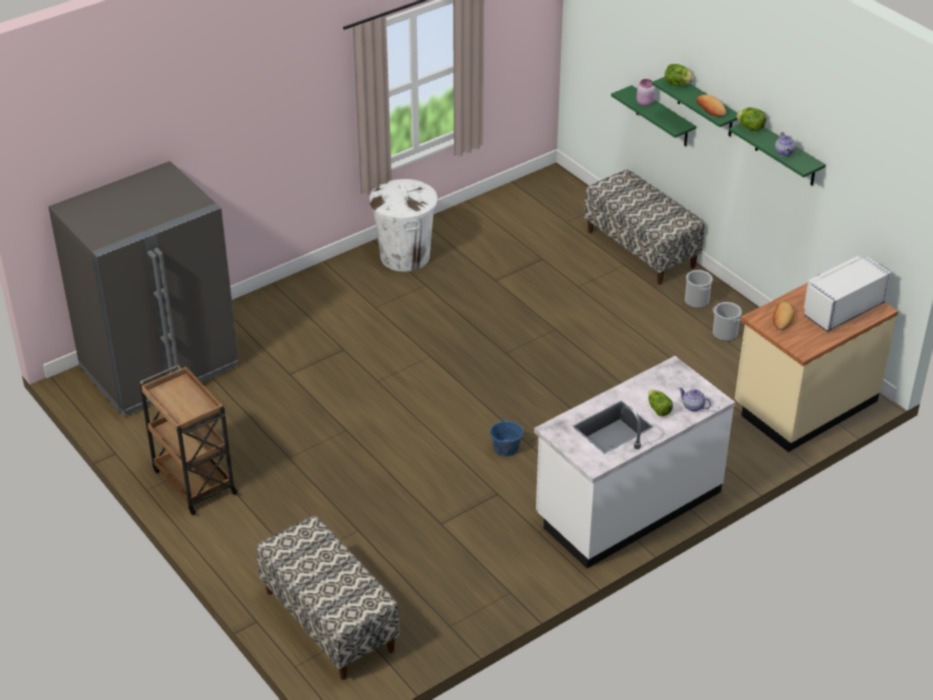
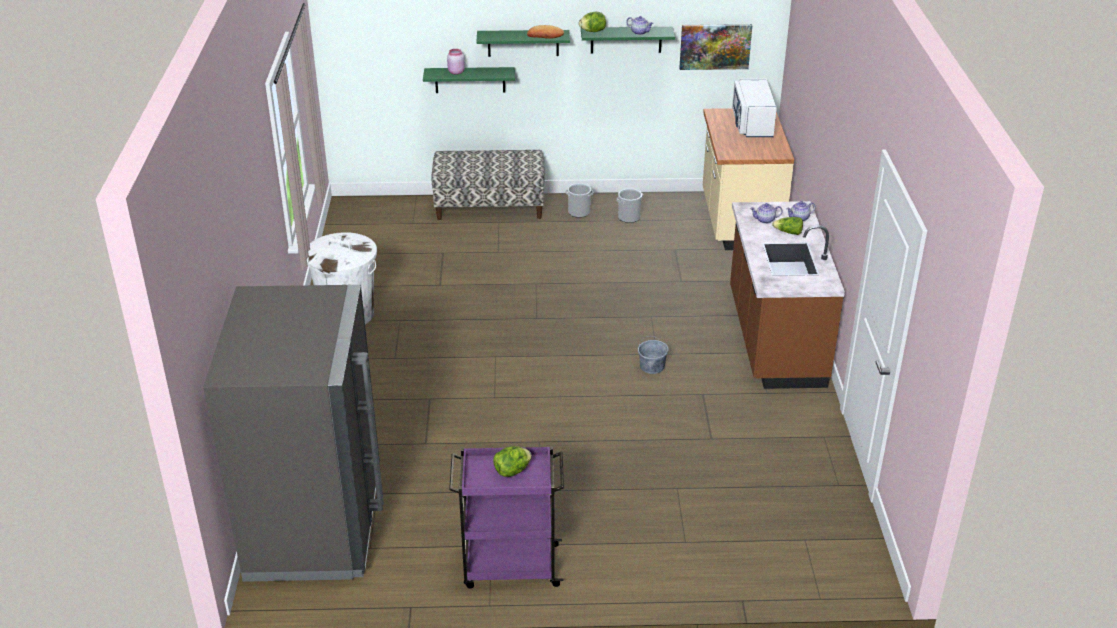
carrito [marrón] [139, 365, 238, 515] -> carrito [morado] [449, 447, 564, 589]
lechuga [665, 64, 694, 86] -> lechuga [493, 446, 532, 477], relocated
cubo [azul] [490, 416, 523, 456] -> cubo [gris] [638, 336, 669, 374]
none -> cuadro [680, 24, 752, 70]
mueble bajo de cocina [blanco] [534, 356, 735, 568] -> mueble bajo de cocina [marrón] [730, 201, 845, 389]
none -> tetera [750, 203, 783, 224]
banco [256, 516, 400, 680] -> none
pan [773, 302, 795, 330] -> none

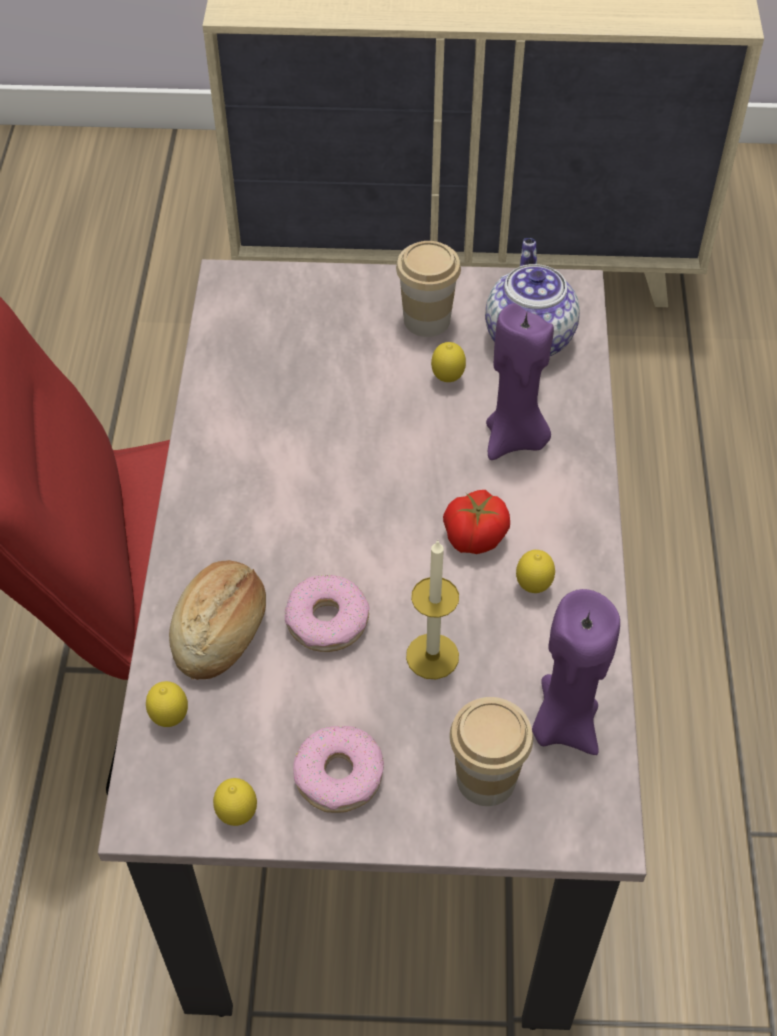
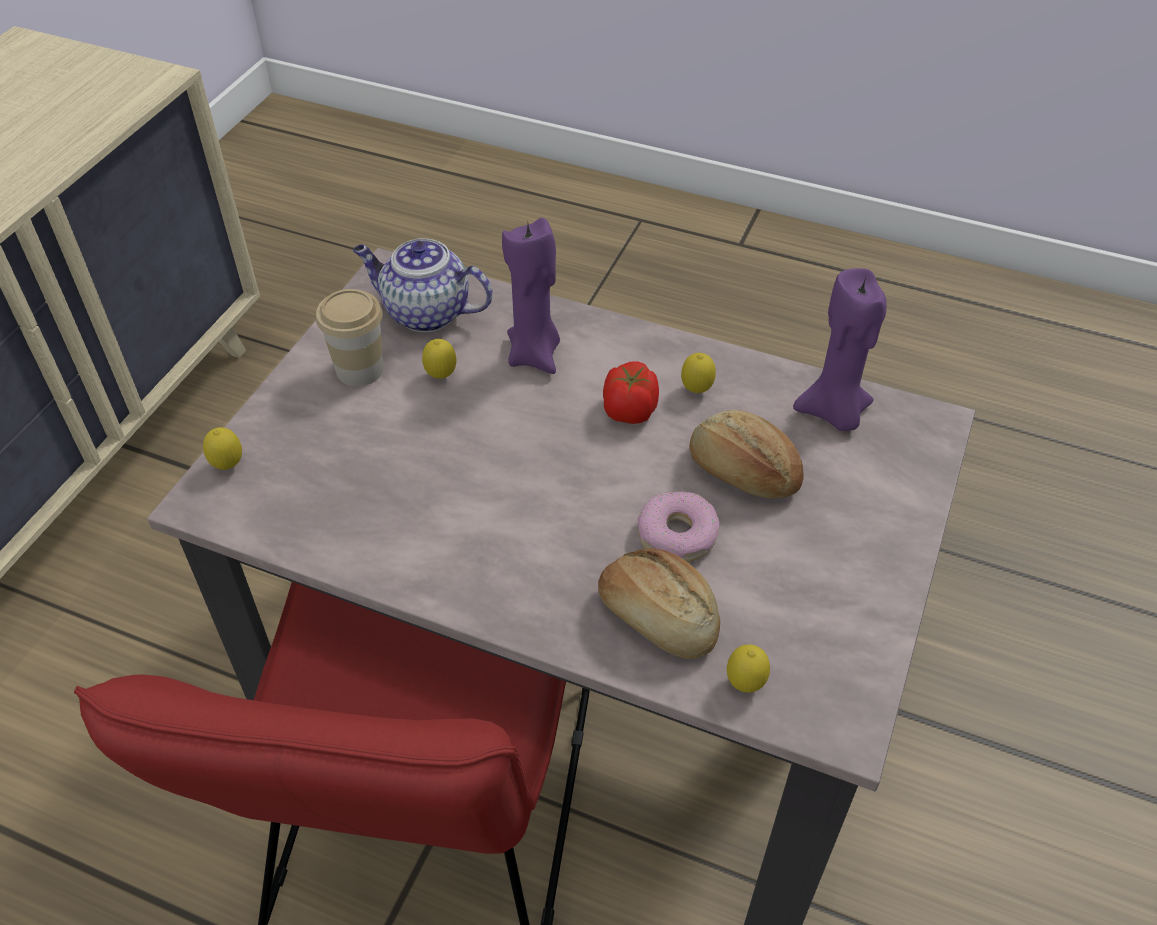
limón [213, 778, 257, 826] -> limón [203, 427, 242, 470], relocated
vela [406, 540, 459, 679] -> pan [689, 410, 804, 498]
rosquilla [293, 726, 384, 813] -> none
taza [450, 697, 533, 806] -> none

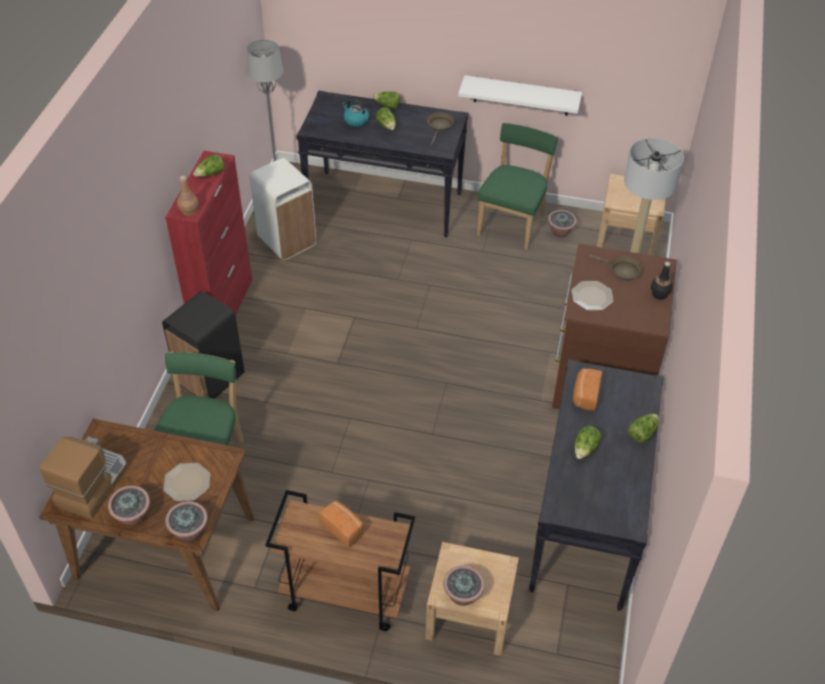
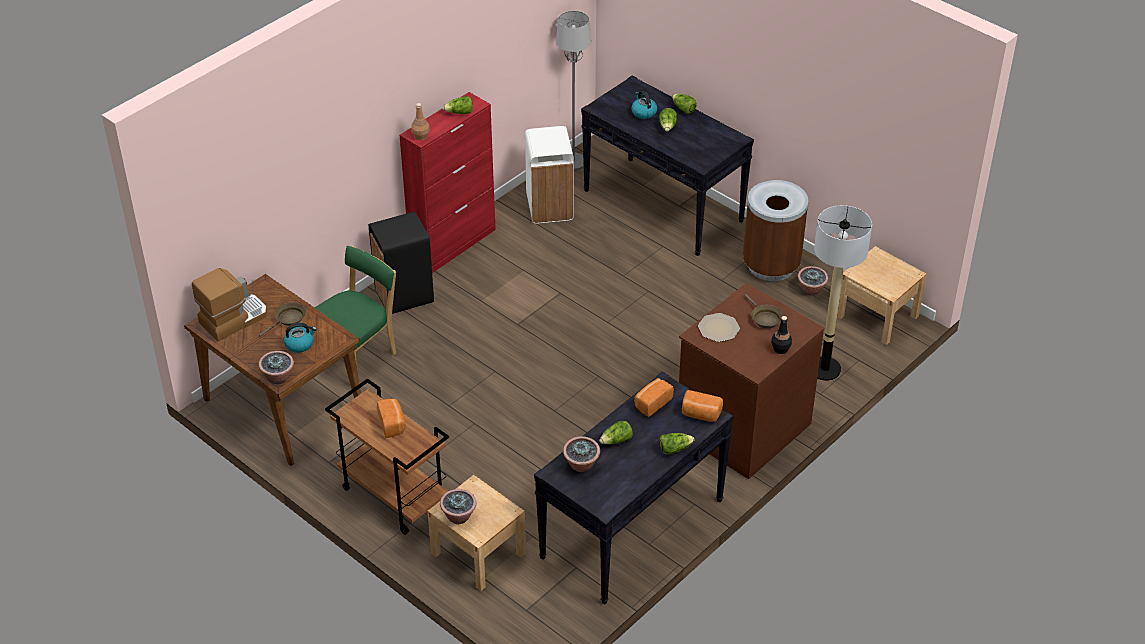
sartén [marrón] [427, 112, 454, 146] -> sartén [marrón] [259, 302, 306, 337], relocated
plato [163, 463, 210, 501] -> hervidor [284, 323, 317, 353]
planta en maceta [108, 485, 150, 525] -> planta en maceta [563, 436, 600, 473], relocated
none -> pan [682, 390, 723, 422]
silla [verde] [477, 123, 558, 250] -> papelera [marrón] [743, 180, 808, 281]
estante [blanco] [458, 75, 582, 116] -> none

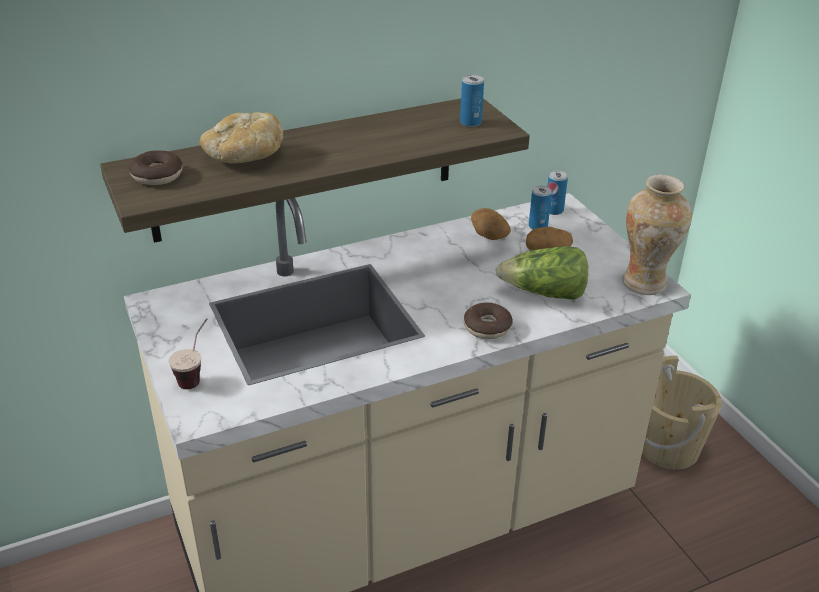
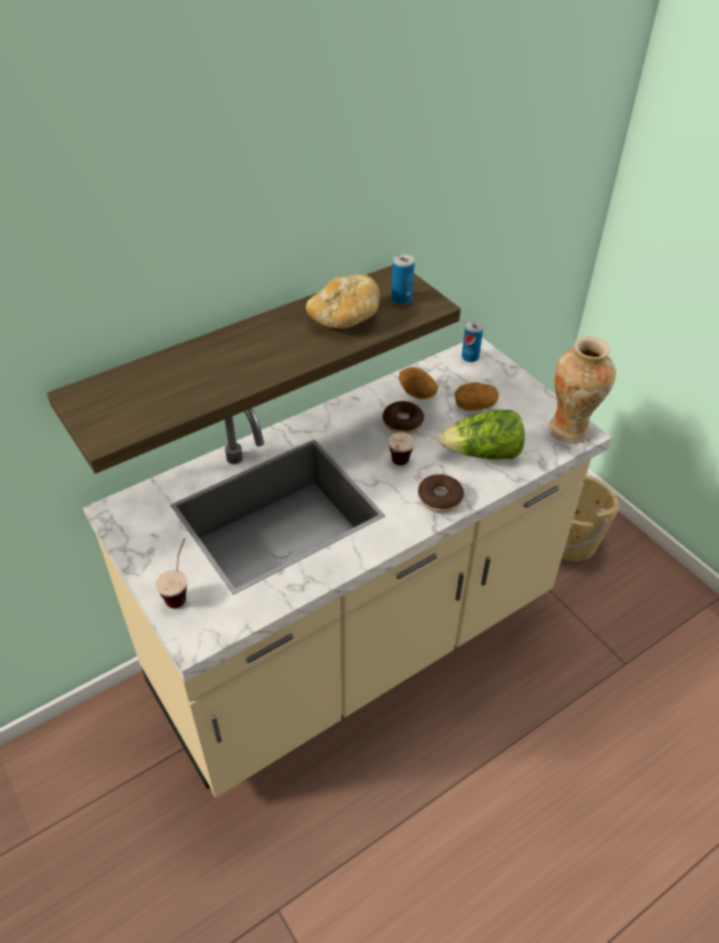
pan [200, 112, 283, 164] -> pan [306, 274, 380, 329], relocated
rosquilla [129, 151, 183, 185] -> rosquilla [382, 401, 424, 434], relocated
none -> taza [388, 432, 415, 465]
lata [529, 185, 552, 229] -> none

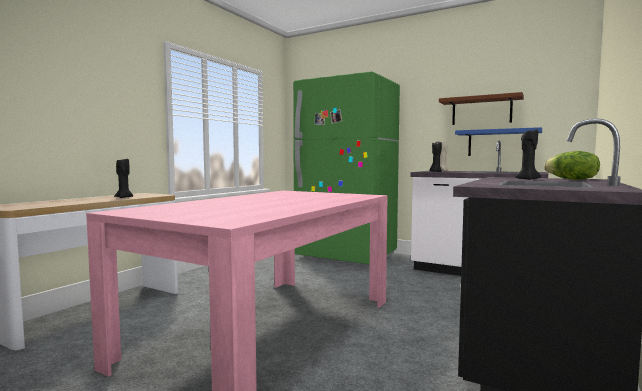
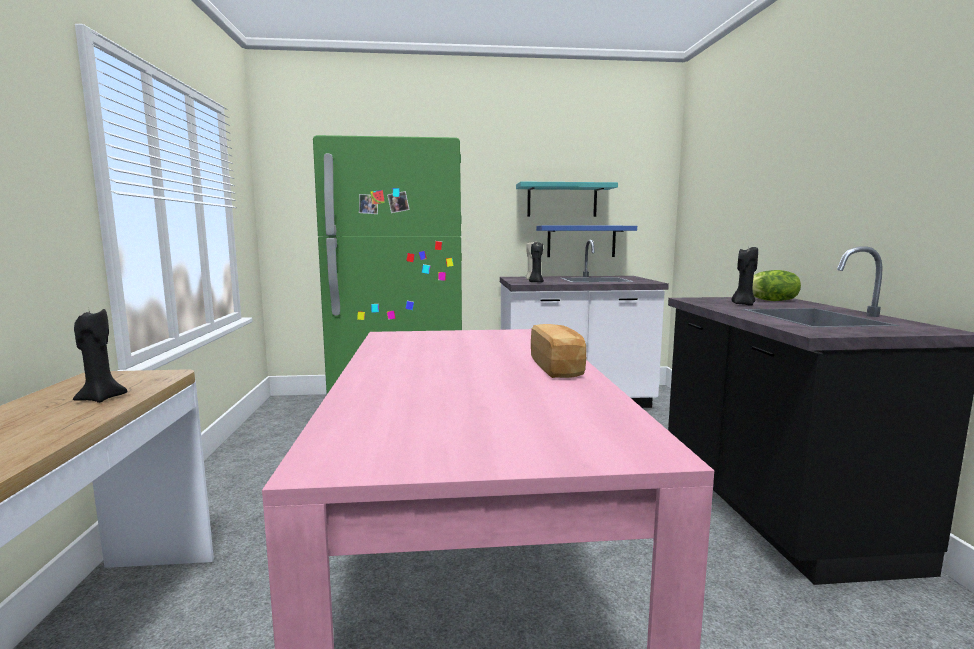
estante [marrón] [439, 92, 524, 125] -> estante [turquesa] [516, 181, 618, 217]
none -> pan [531, 324, 586, 378]

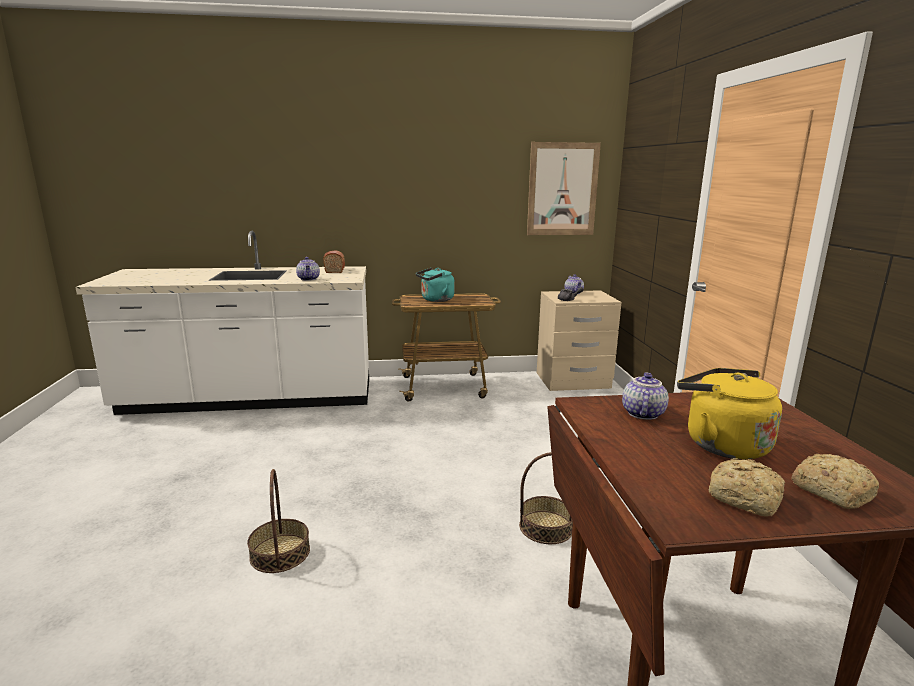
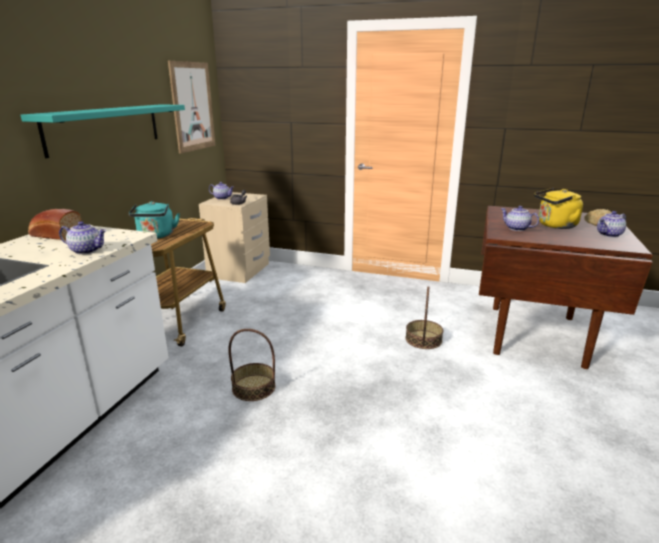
none -> estante [turquesa] [21, 104, 185, 158]
cesta [247, 469, 310, 573] -> cesta [228, 329, 276, 401], relocated
pan [709, 458, 785, 517] -> tetera [597, 211, 626, 238]

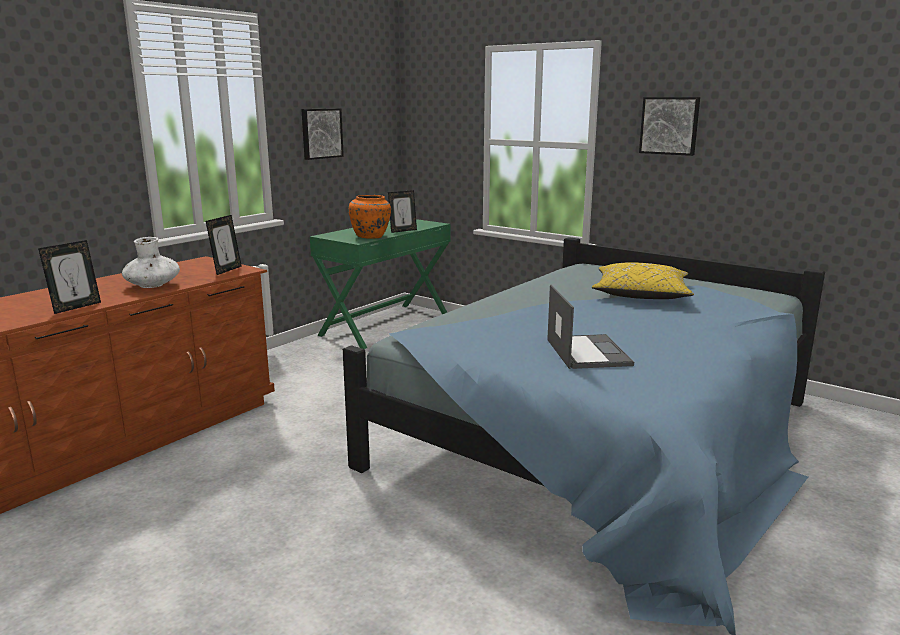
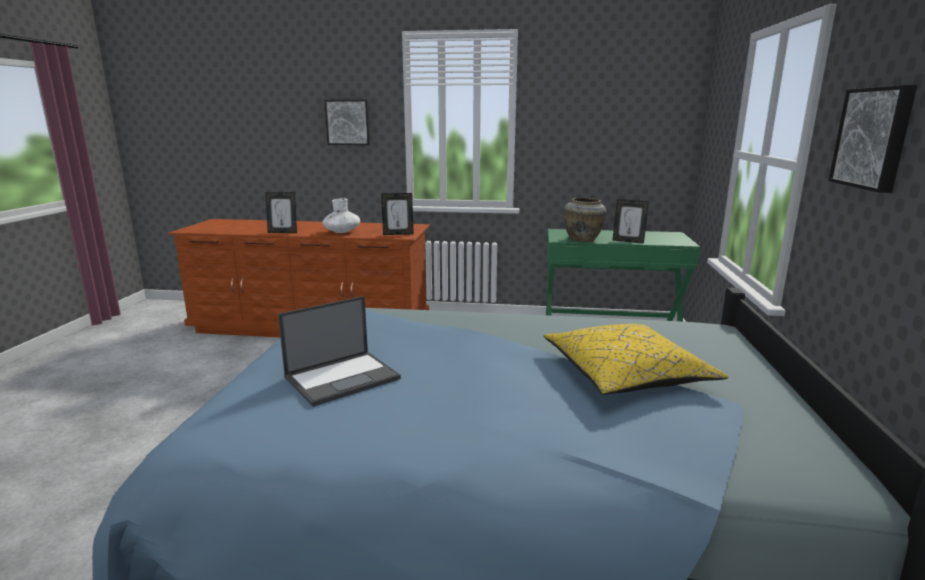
cuadro [301, 108, 344, 160] -> cuadro [324, 100, 370, 145], relocated
florero [naranja] [349, 195, 391, 239] -> florero [beis] [564, 197, 607, 242]

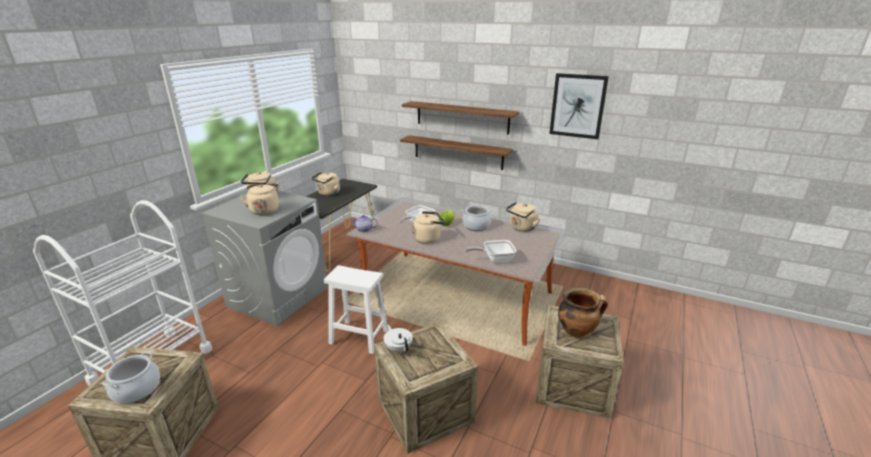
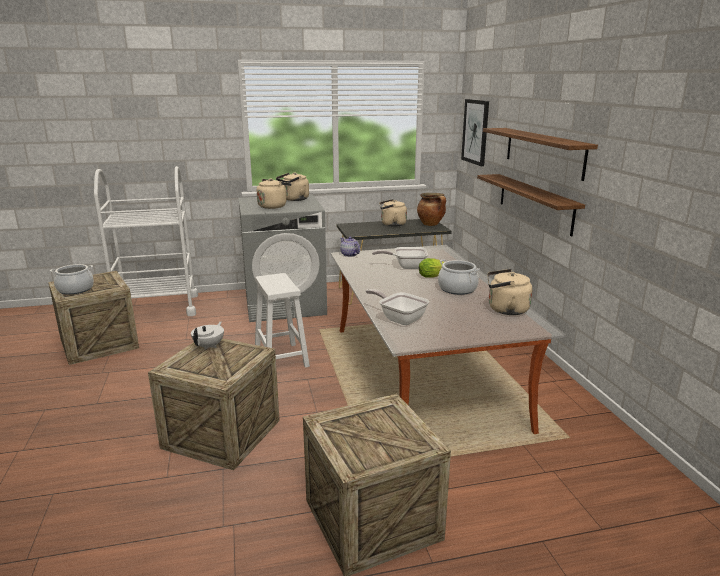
olla [558, 287, 608, 338] -> olla [417, 193, 446, 226], relocated
cuadro [549, 73, 609, 139] -> cuadro [461, 99, 489, 166], relocated
hervidor [beis] [413, 211, 446, 244] -> none

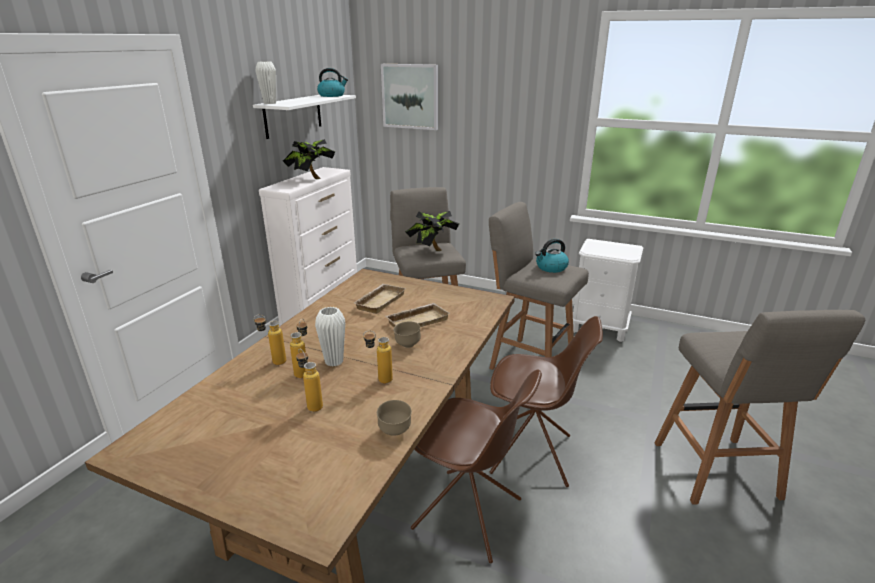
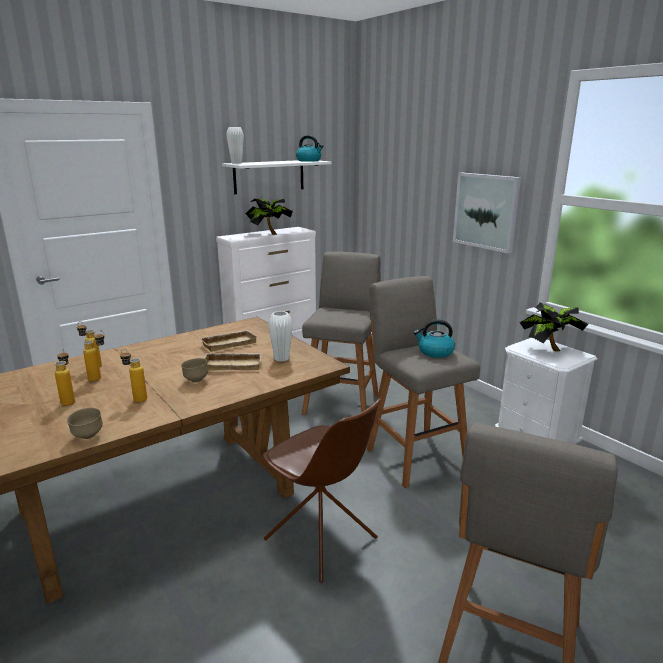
florero [blanco] [315, 307, 345, 367] -> florero [blanco] [268, 311, 293, 361], relocated
cuadro [381, 64, 438, 130] -> cuadro [453, 173, 521, 254], relocated
planta en maceta [405, 211, 460, 251] -> planta en maceta [519, 303, 588, 352], relocated
silla [marrón] [411, 369, 542, 563] -> none

